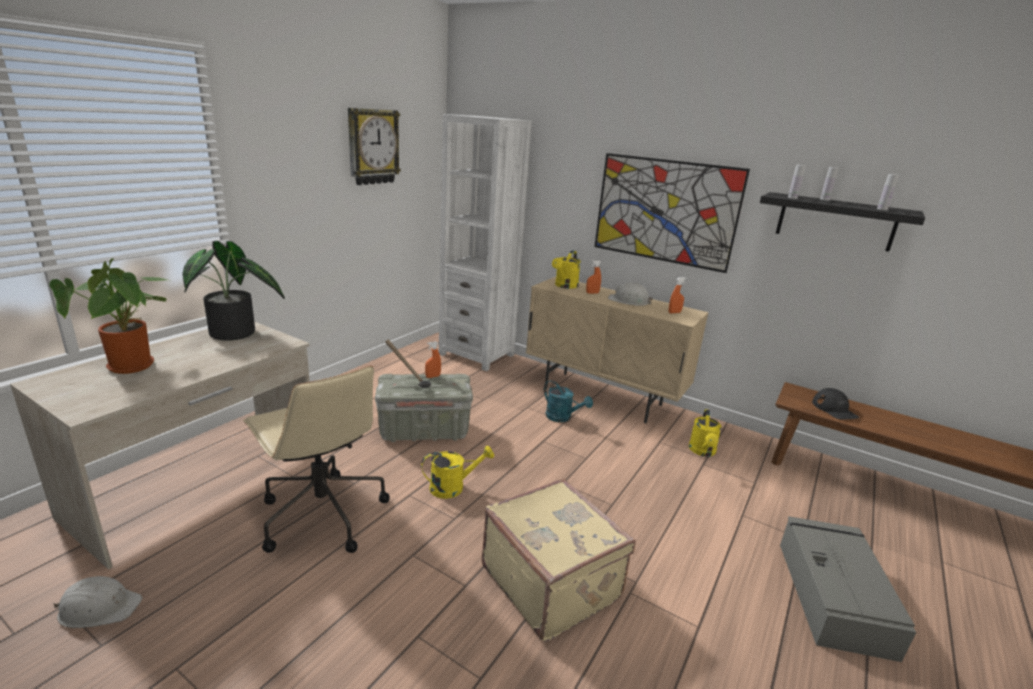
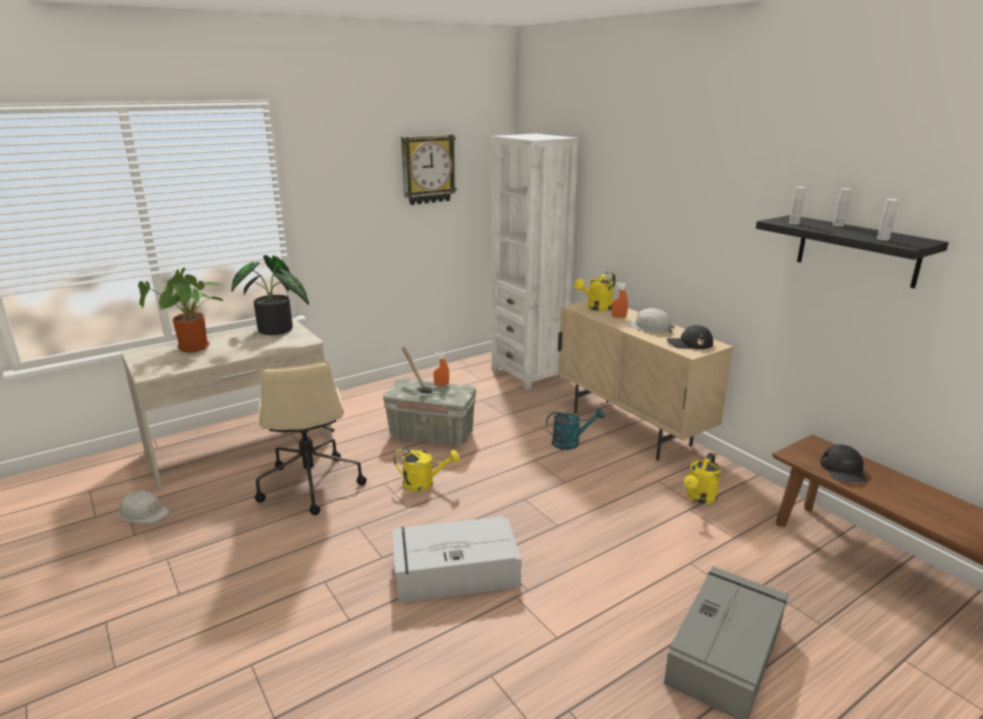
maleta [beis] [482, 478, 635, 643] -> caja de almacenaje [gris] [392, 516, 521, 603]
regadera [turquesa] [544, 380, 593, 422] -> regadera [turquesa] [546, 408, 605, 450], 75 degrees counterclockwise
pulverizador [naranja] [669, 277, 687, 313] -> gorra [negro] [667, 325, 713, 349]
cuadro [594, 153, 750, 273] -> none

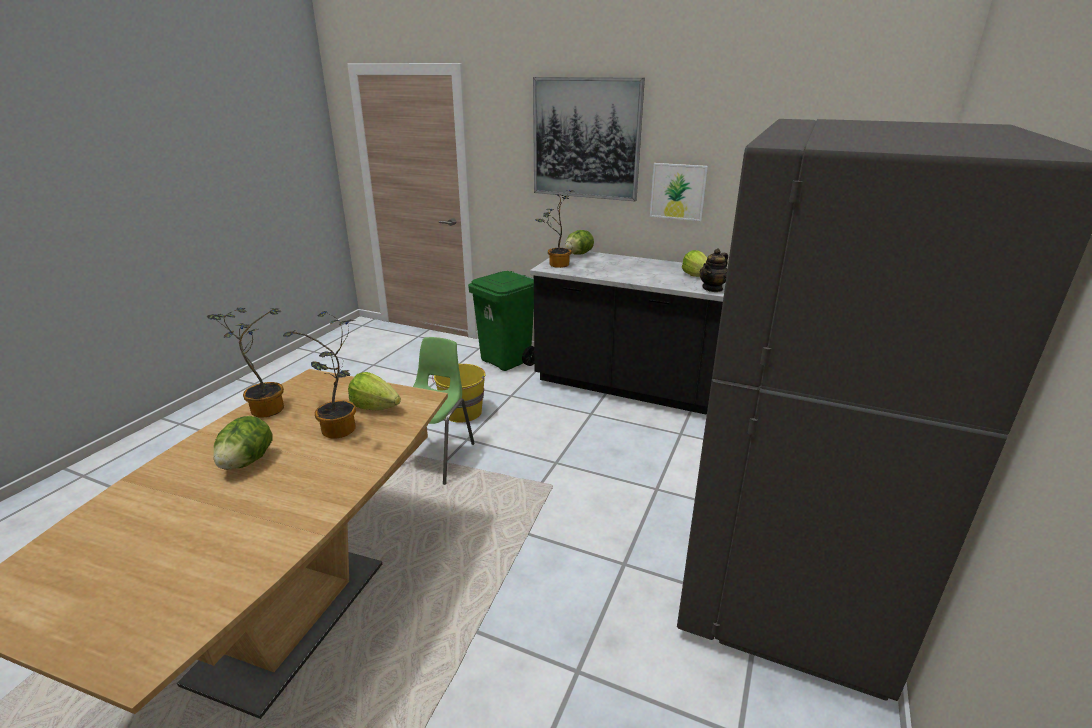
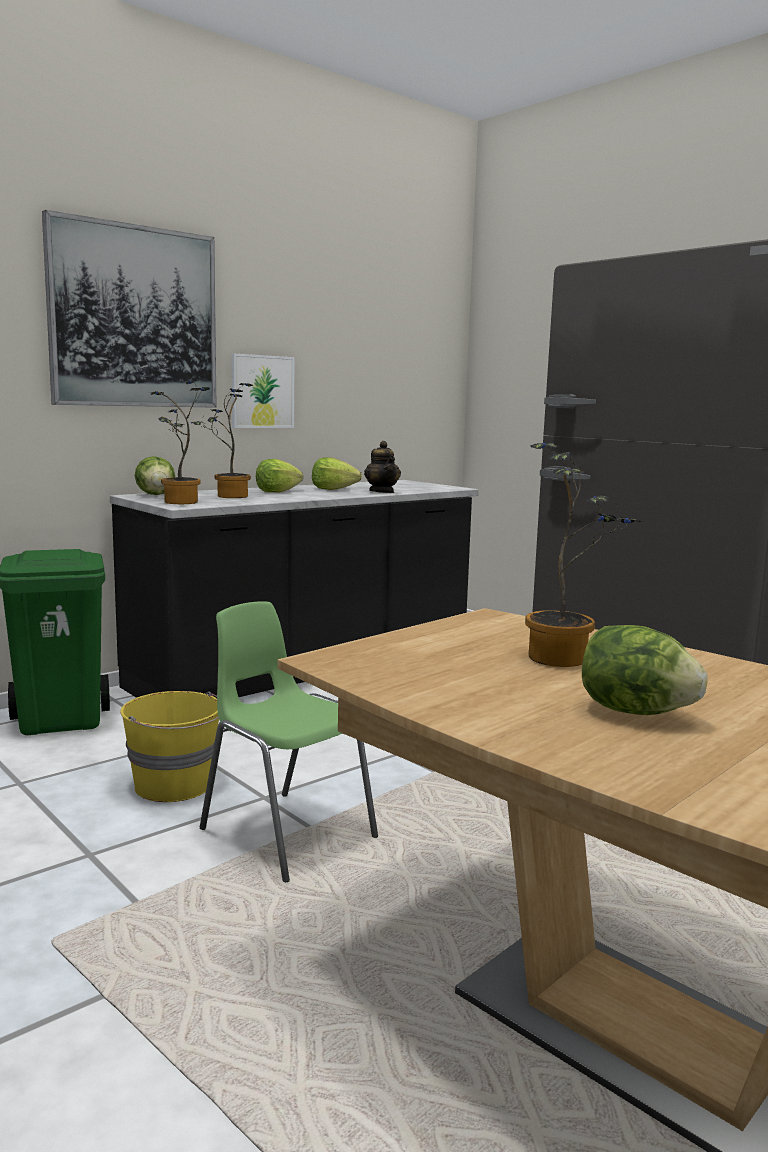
planta en maceta [207, 307, 284, 418] -> planta en maceta [191, 383, 253, 498], relocated
lechuga [348, 372, 401, 410] -> lechuga [256, 459, 303, 493], relocated

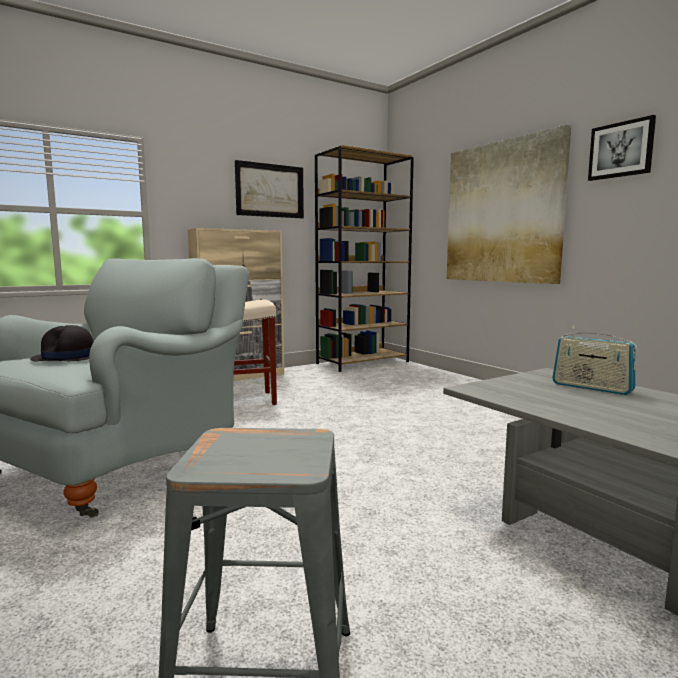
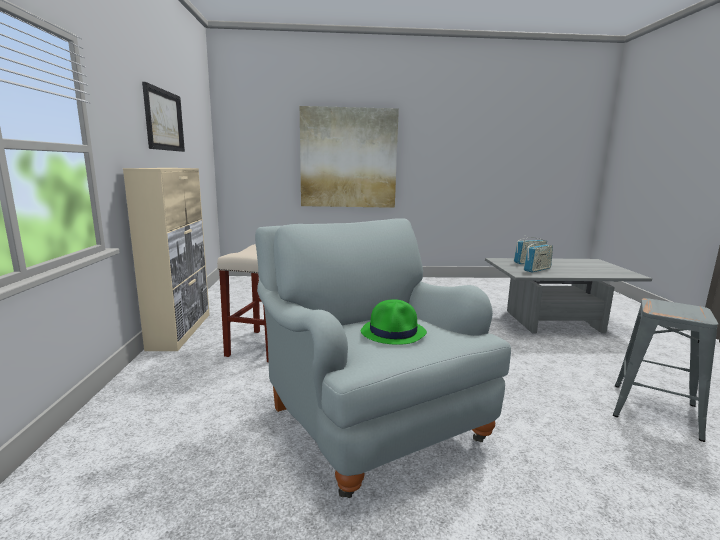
sombrero [negro] [30, 325, 93, 362] -> sombrero [verde] [361, 299, 427, 345]
none -> radio [524, 241, 553, 273]
estantería [marrón] [315, 145, 414, 372] -> none
cuadro [588, 115, 656, 181] -> none

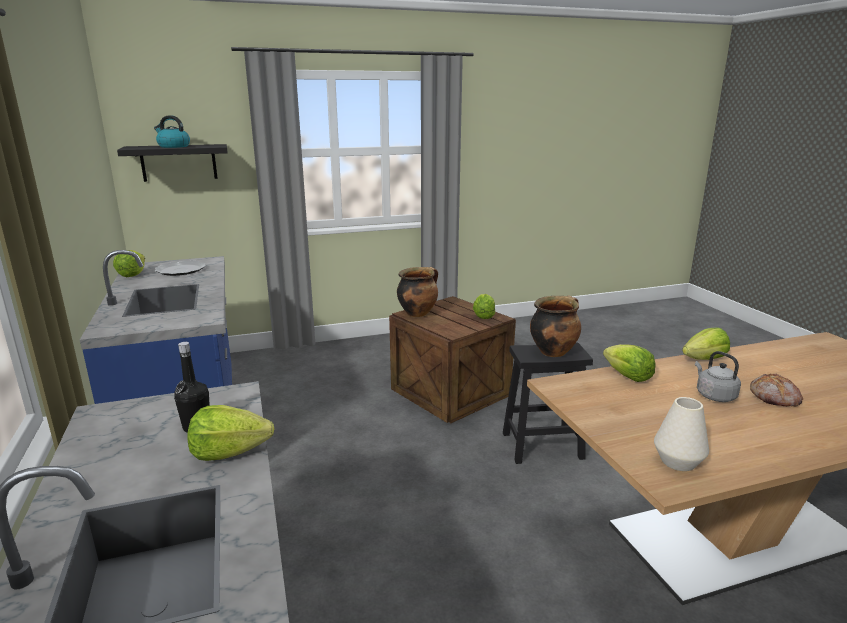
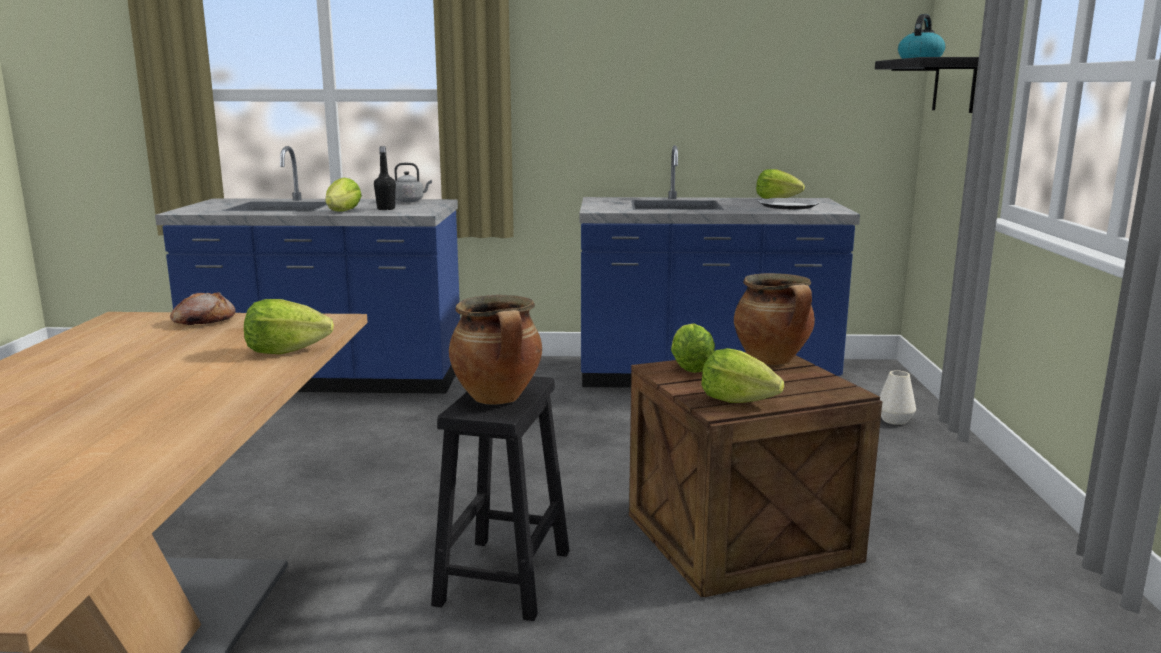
pan [750, 374, 803, 407] -> pan [170, 292, 236, 325], relocated
hervidor [gris] [695, 351, 741, 402] -> hervidor [gris] [394, 163, 432, 202], relocated
lechuga [682, 328, 730, 360] -> lechuga [671, 323, 715, 373], relocated
florero [blanco] [654, 397, 709, 471] -> florero [blanco] [879, 370, 916, 425], relocated

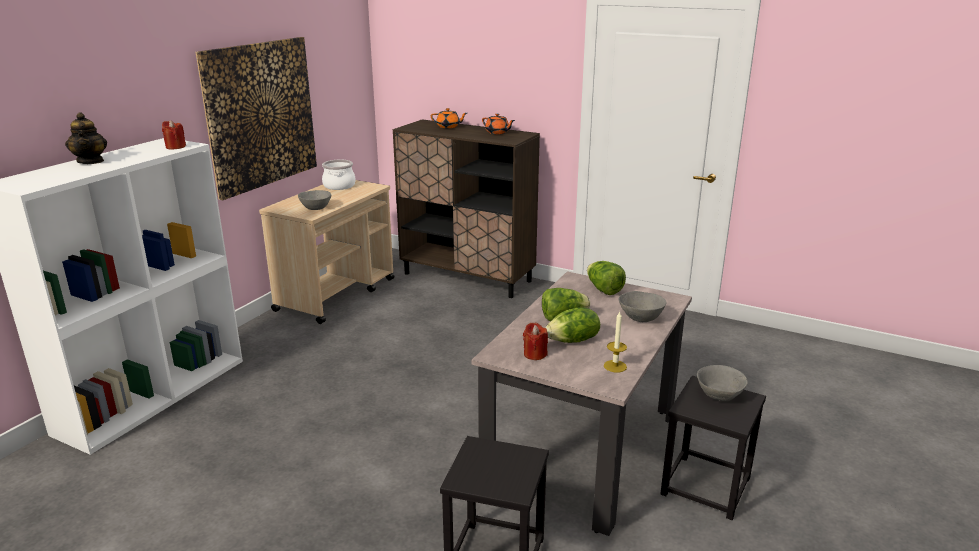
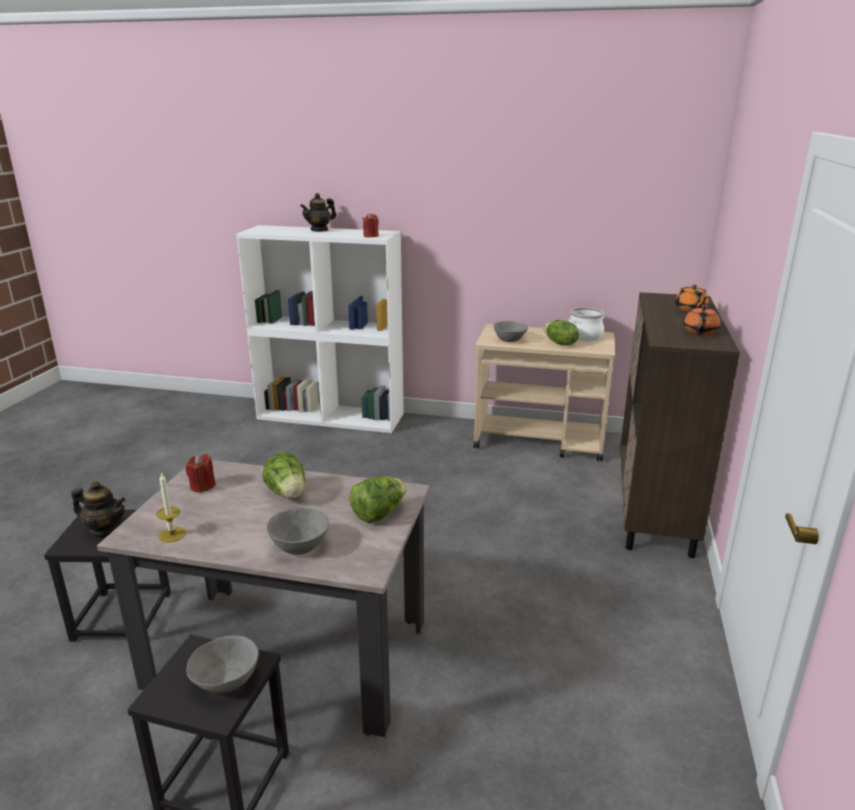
none -> tetera [71, 481, 126, 537]
lechuga [545, 307, 600, 343] -> lechuga [543, 320, 579, 346], relocated
cuadro [196, 37, 317, 200] -> none

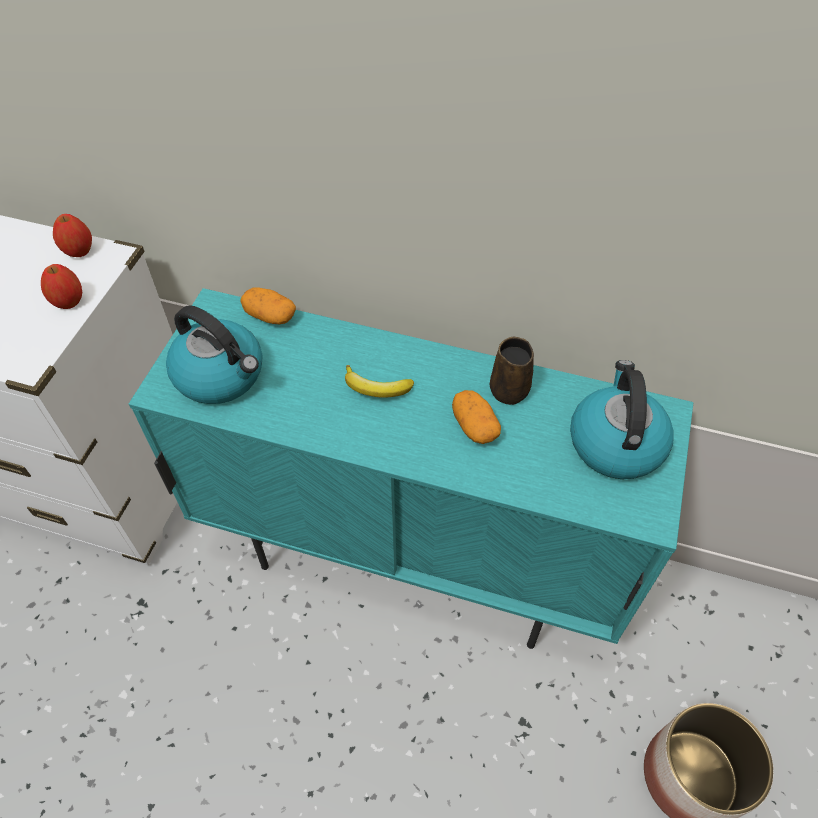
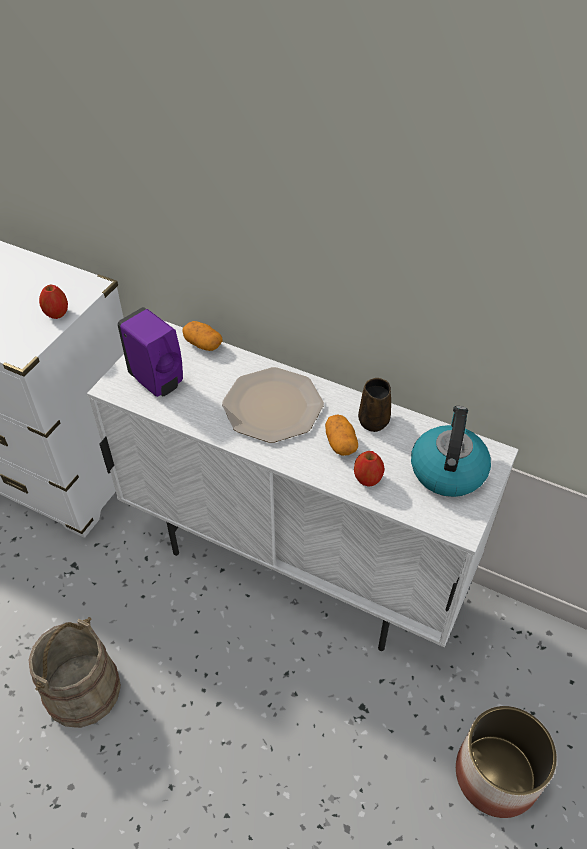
none -> cubo [beis] [29, 617, 121, 728]
armario [turquesa] [129, 288, 693, 649] -> armario [blanco] [87, 321, 519, 651]
hervidor [166, 305, 263, 404] -> dispensador de jabón [morado] [117, 307, 183, 397]
plátano [345, 365, 414, 398] -> plato [222, 367, 324, 443]
manzana [53, 214, 92, 257] -> manzana [354, 451, 385, 487], relocated

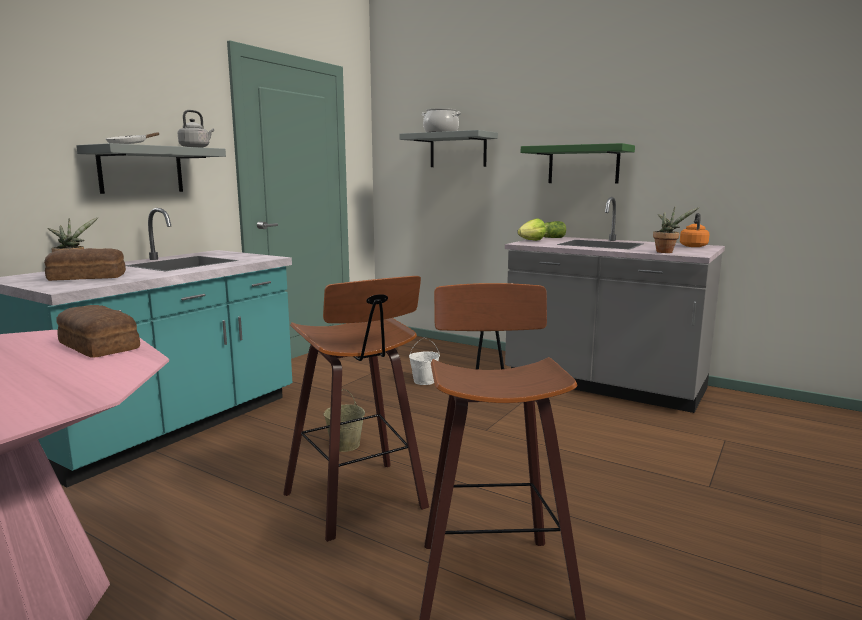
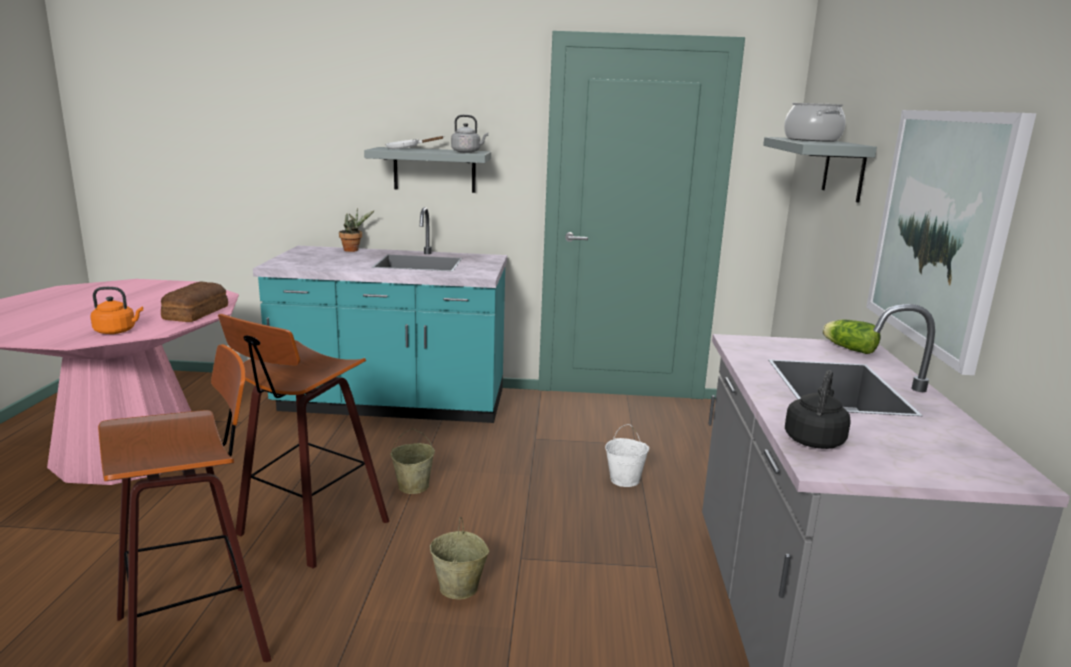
hervidor [naranja] [680, 213, 710, 247] -> hervidor [naranja] [90, 287, 143, 334], relocated
none -> cubo [beis] [430, 517, 489, 599]
planta en maceta [653, 207, 699, 253] -> hervidor [negro] [785, 370, 851, 449]
estante [verde] [521, 143, 635, 184] -> cuadro [866, 110, 1036, 375]
pan [44, 248, 126, 281] -> none
lechuga [518, 218, 546, 241] -> none

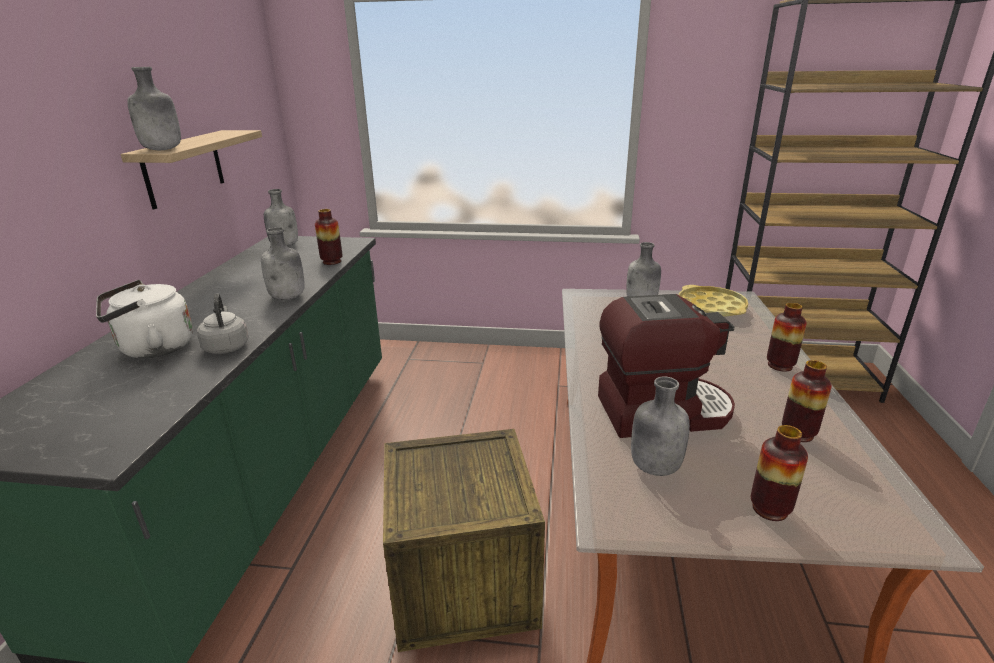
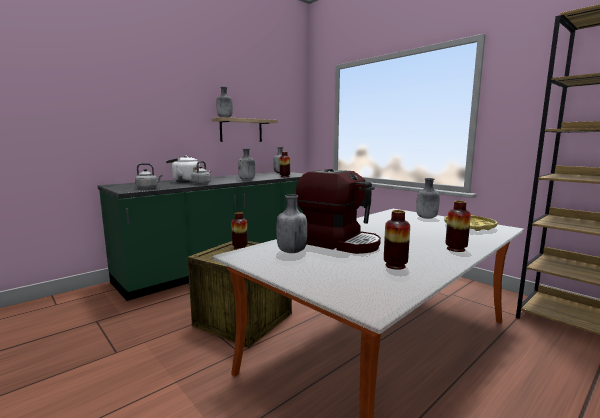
none -> hervidor [gris] [135, 163, 162, 189]
florero [751, 425, 808, 521] -> florero [231, 212, 248, 250], relocated

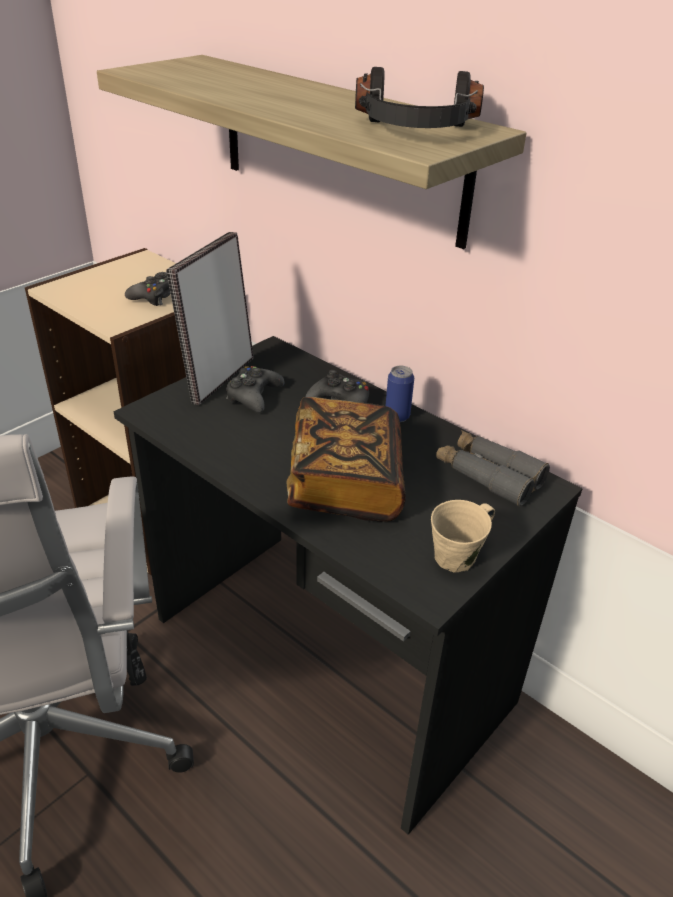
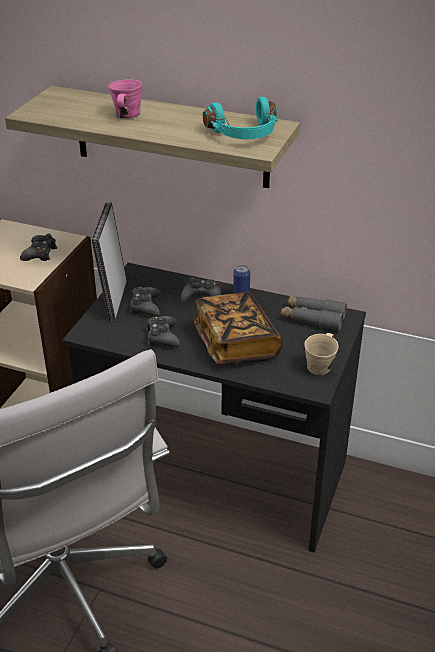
none -> taza grande [rosa] [109, 79, 142, 118]
none -> mando de consola [negro] [146, 316, 180, 347]
auriculares [negro] [355, 67, 484, 128] -> auriculares [turquesa] [203, 97, 278, 139]

